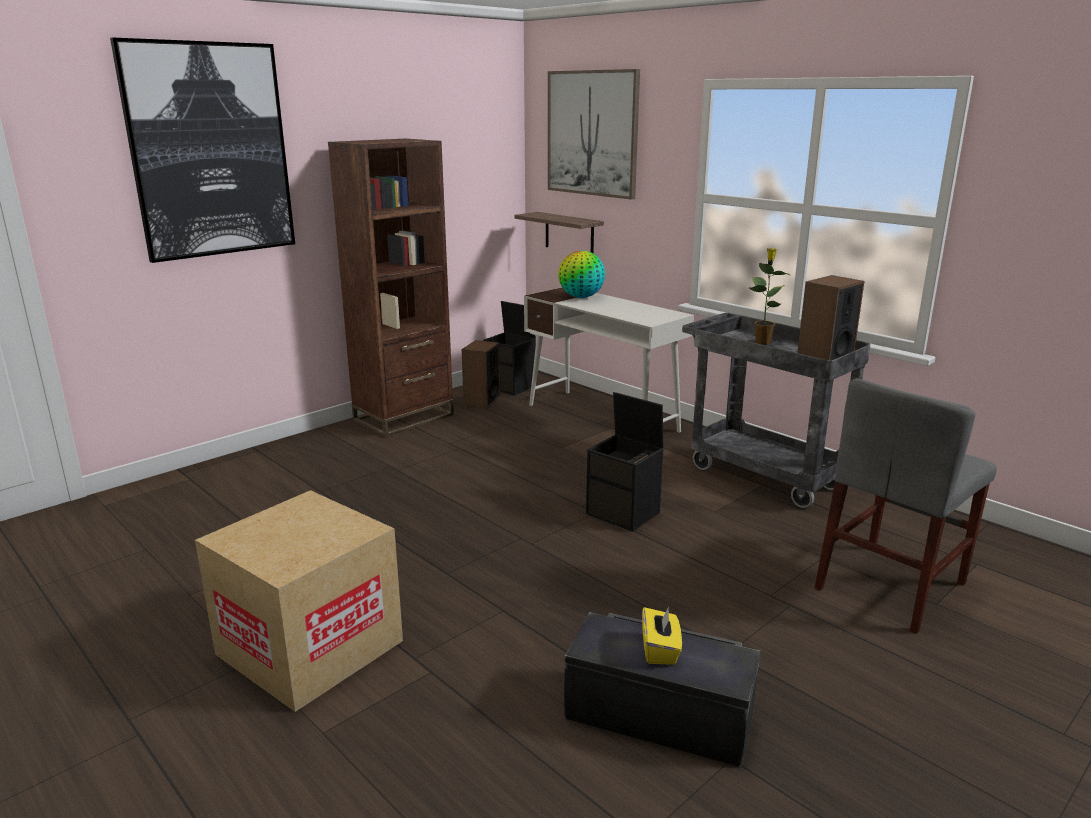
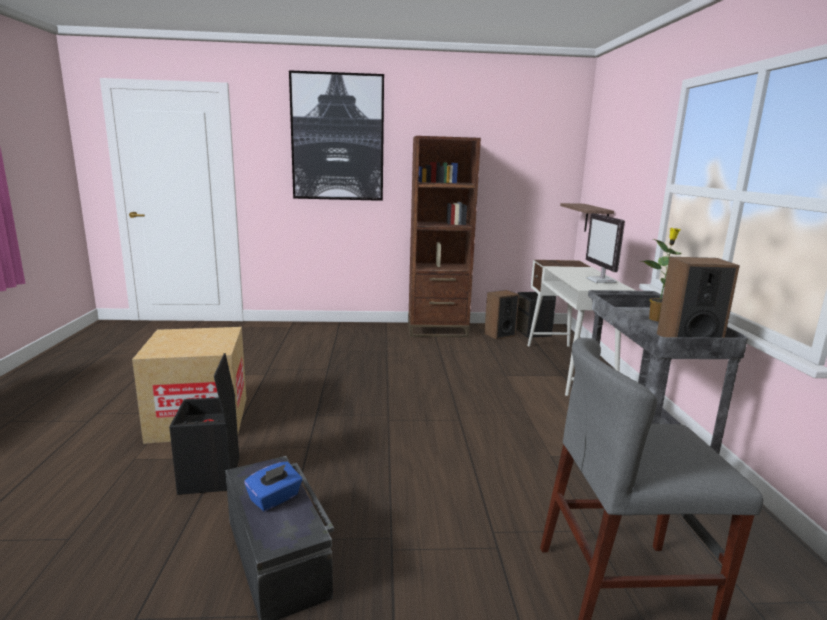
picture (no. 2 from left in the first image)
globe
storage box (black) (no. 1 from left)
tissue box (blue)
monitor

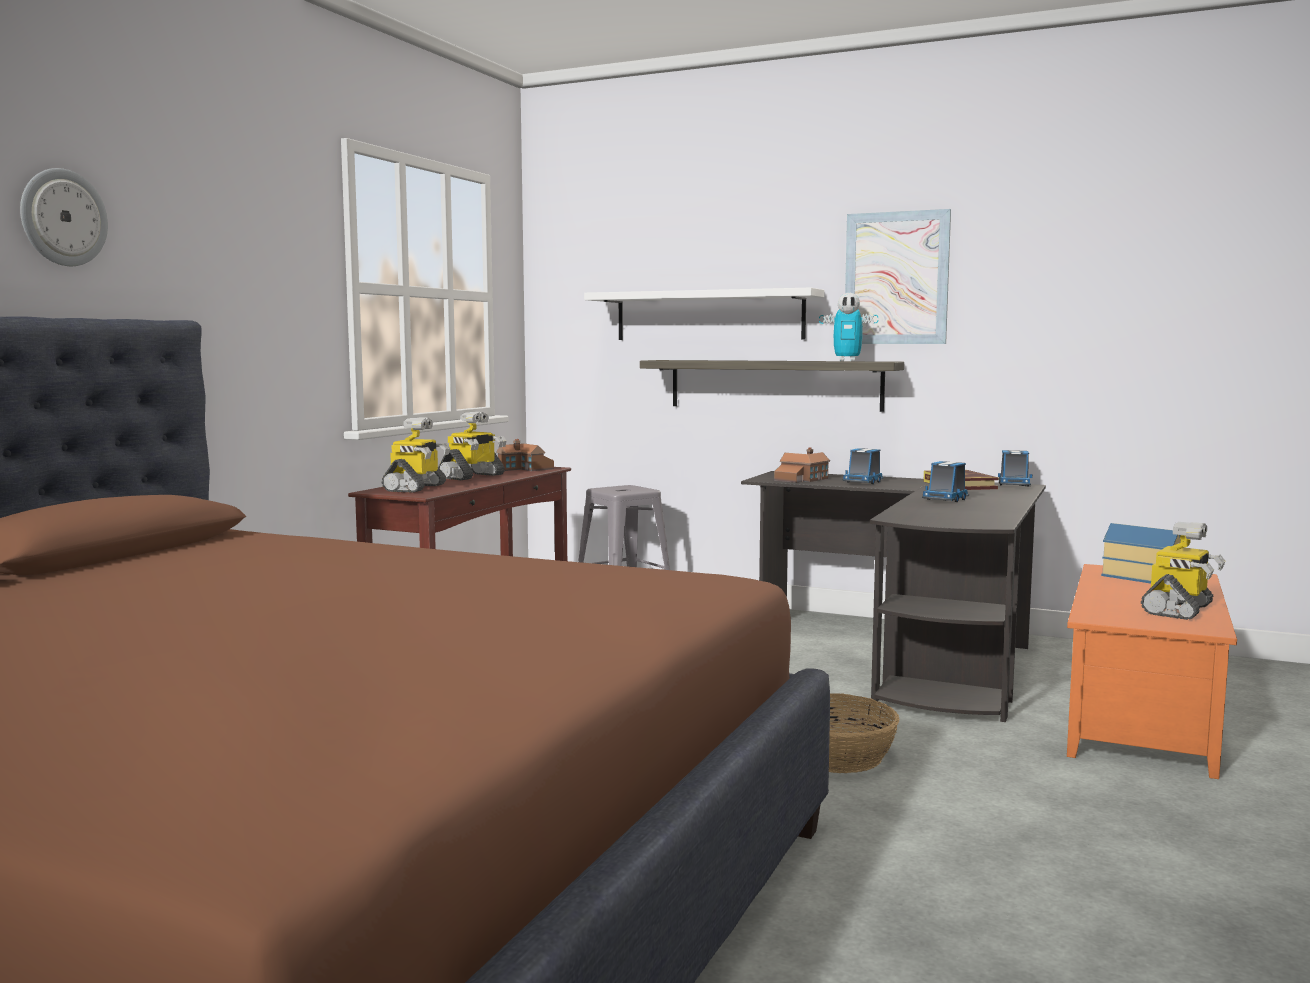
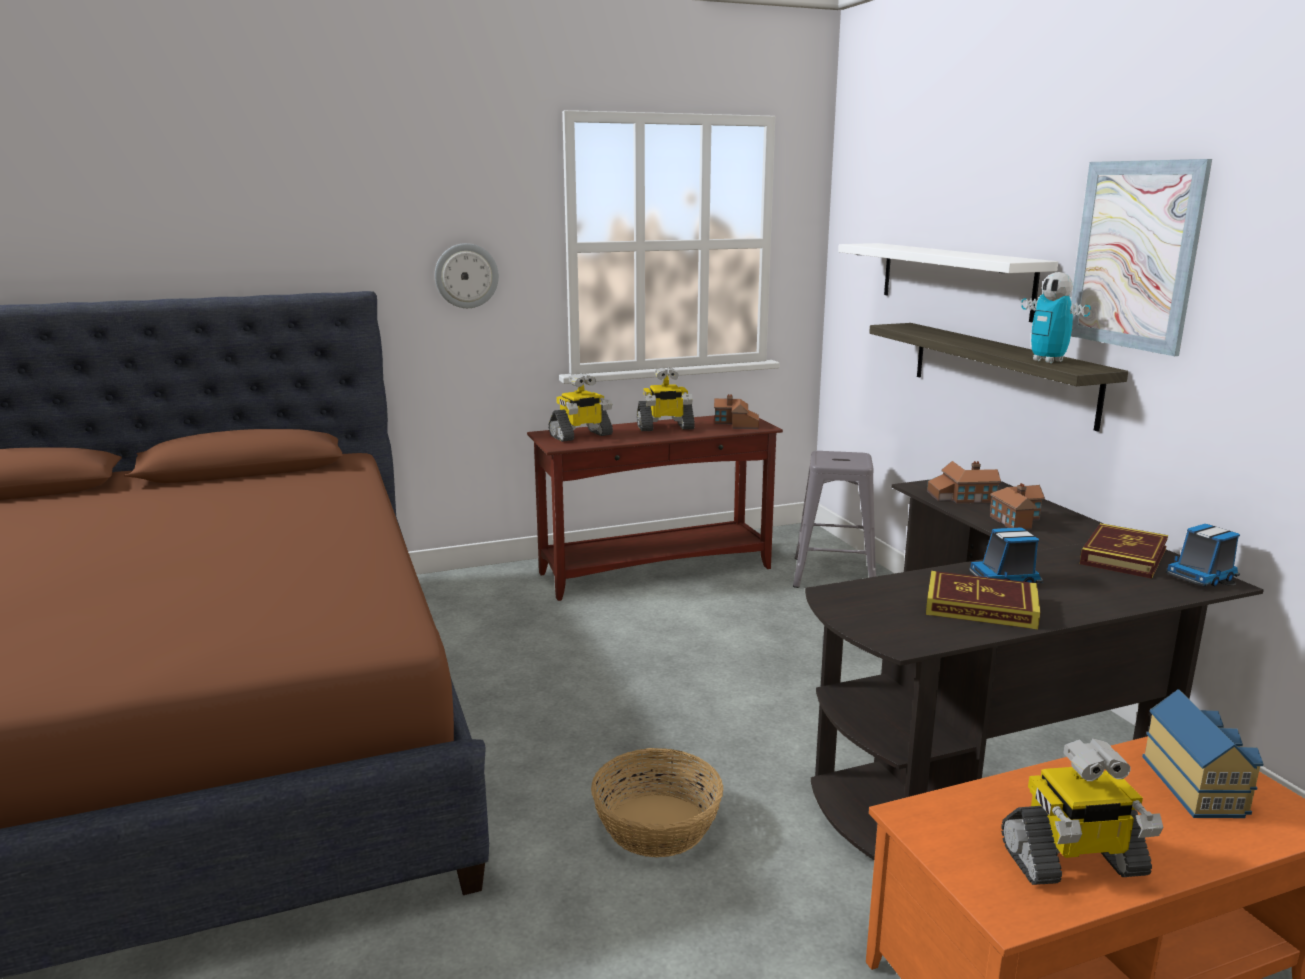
wall clock
toy house (no. 3 from left)
book (no. 1 from left)

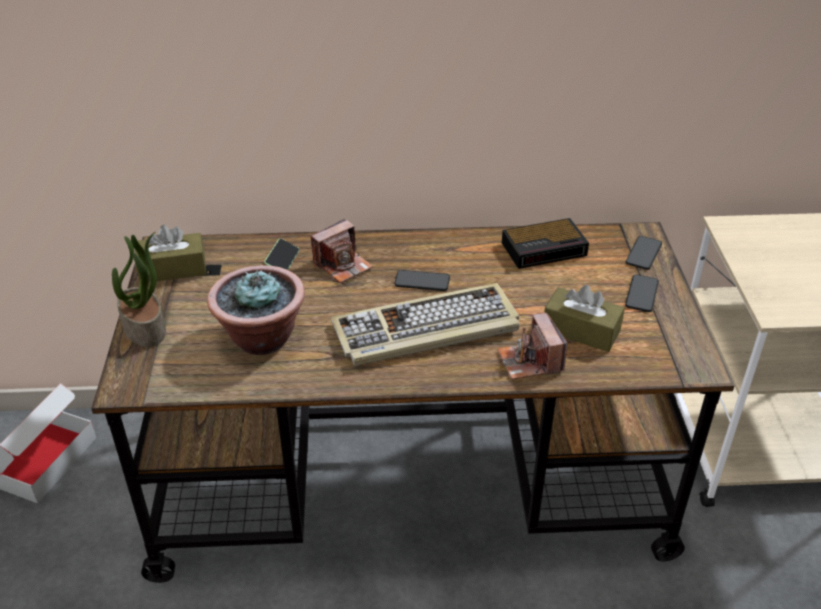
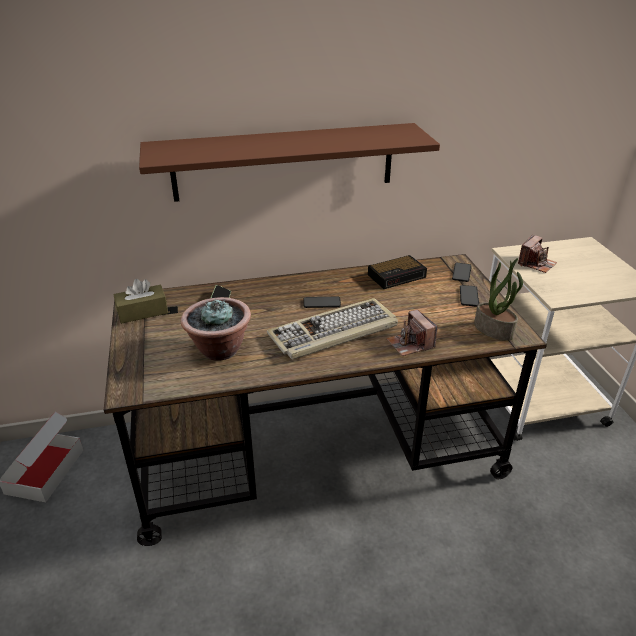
potted plant (no. 2 from left)
photo camera (no. 2 from left)
tissue box (brown) (no. 2 from left in the first image)
shelf (brown)

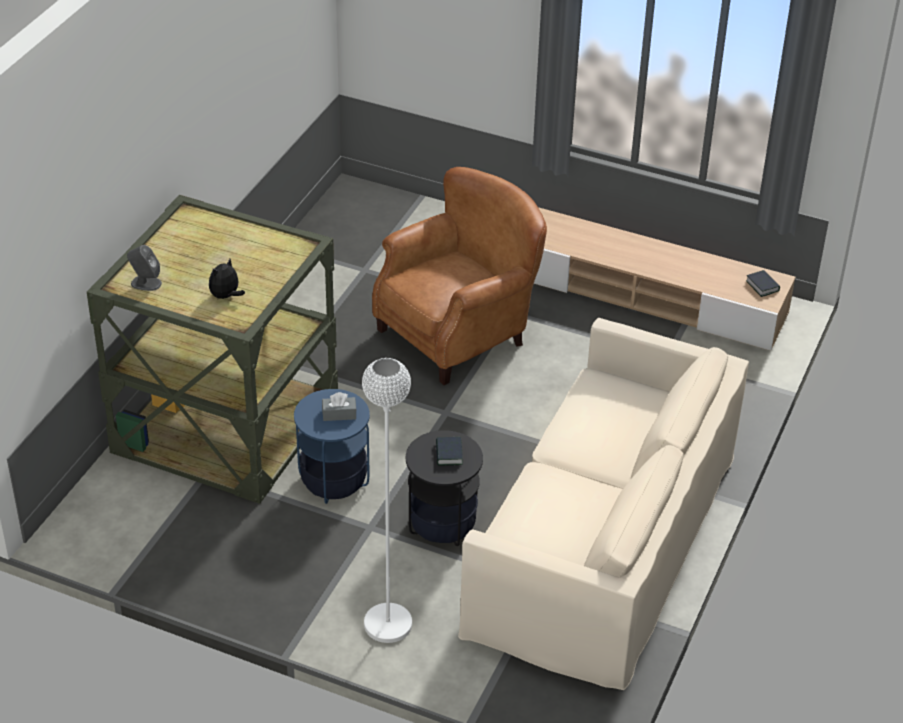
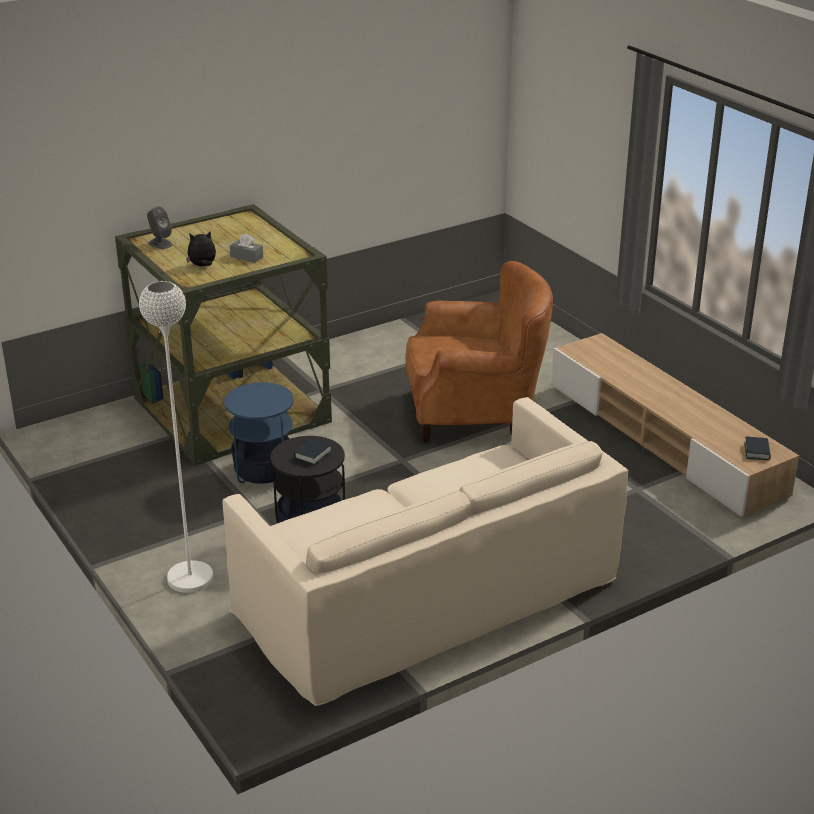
tissue box (grey)

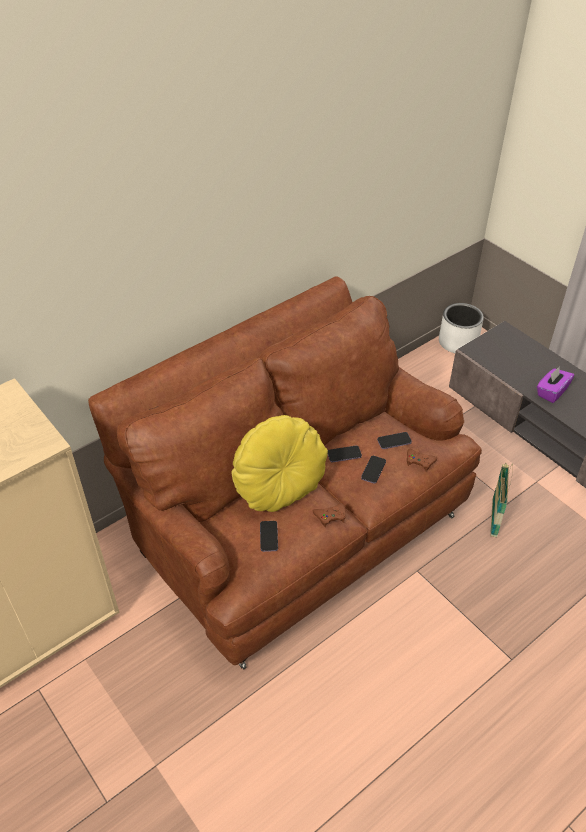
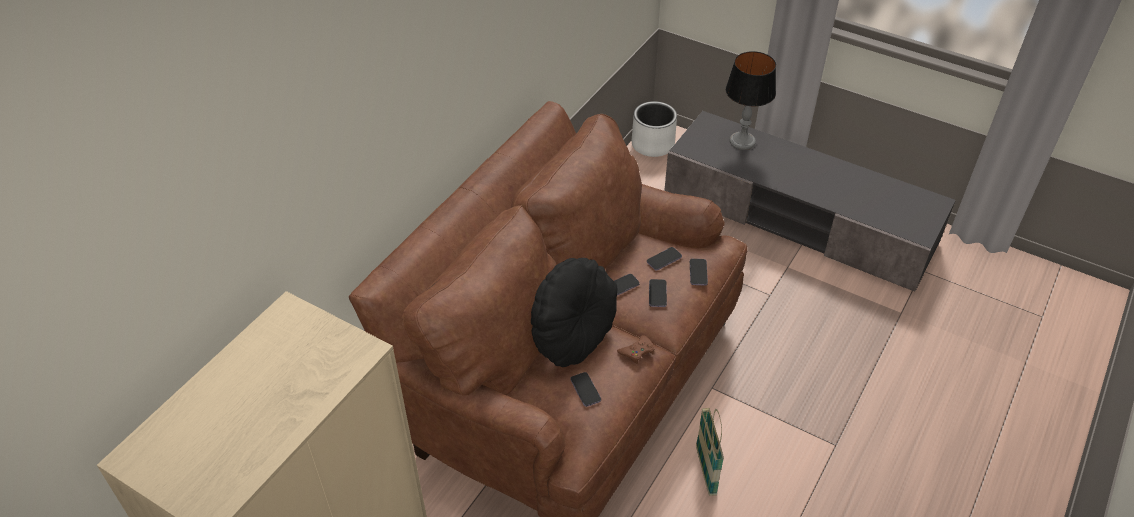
pillow (black)
phone (no. 5 from left)
basket
tissue box (purple)
table lamp

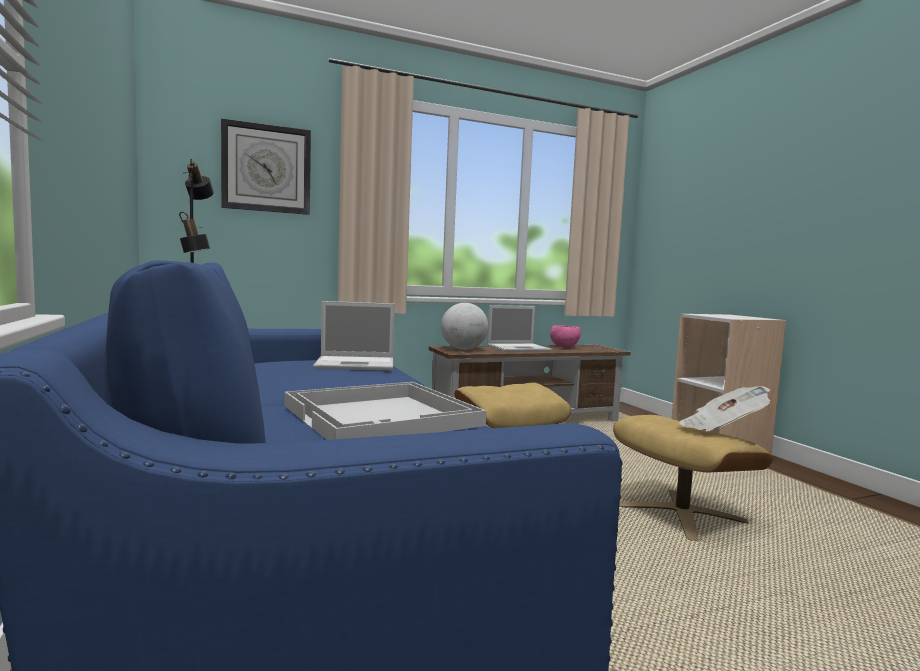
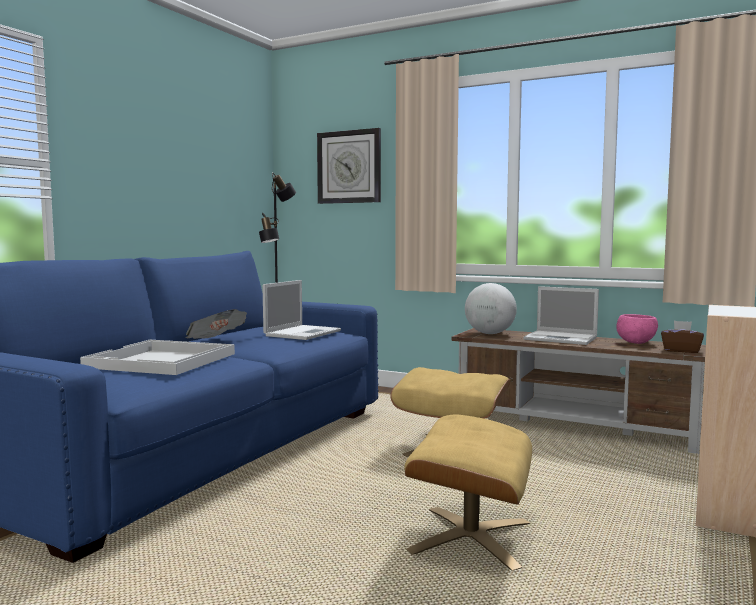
laptop (no. 1 from left)
newspaper
tissue box (brown)

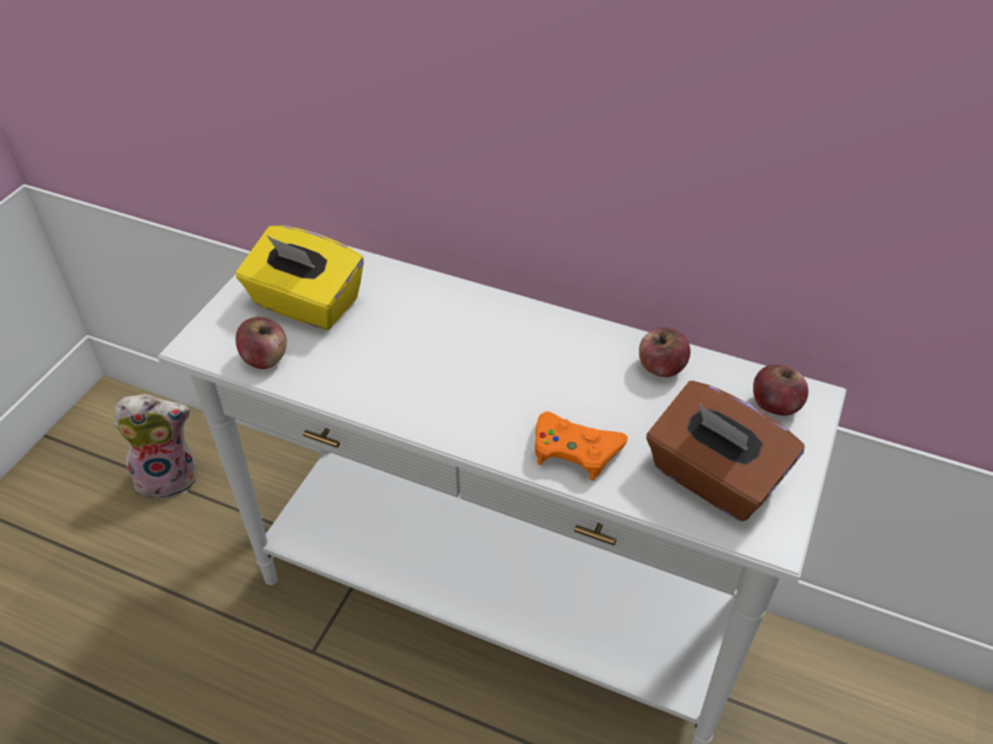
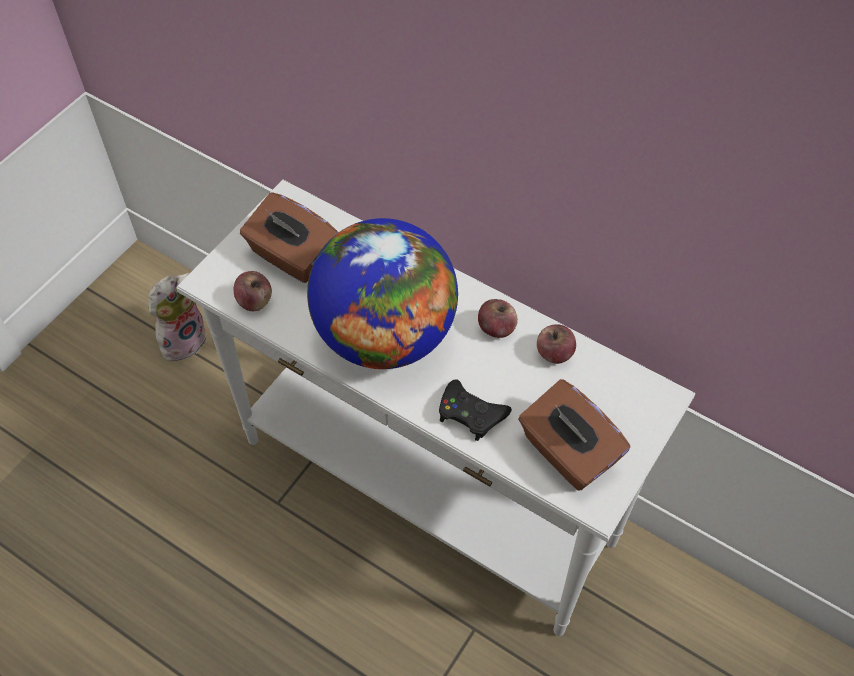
plush toy
tissue box (brown) (no. 1 from left)
game controller (black)
apple (no. 2 from left)
globe

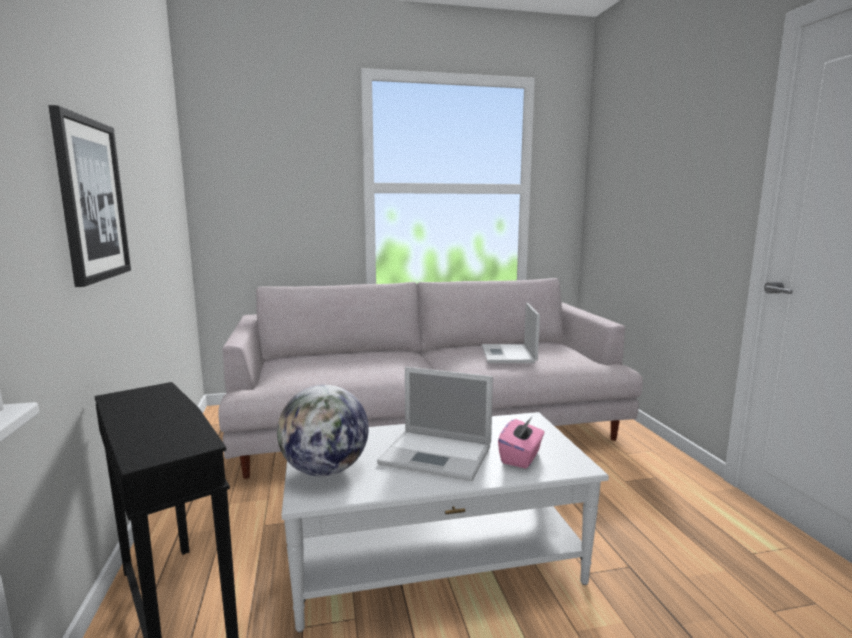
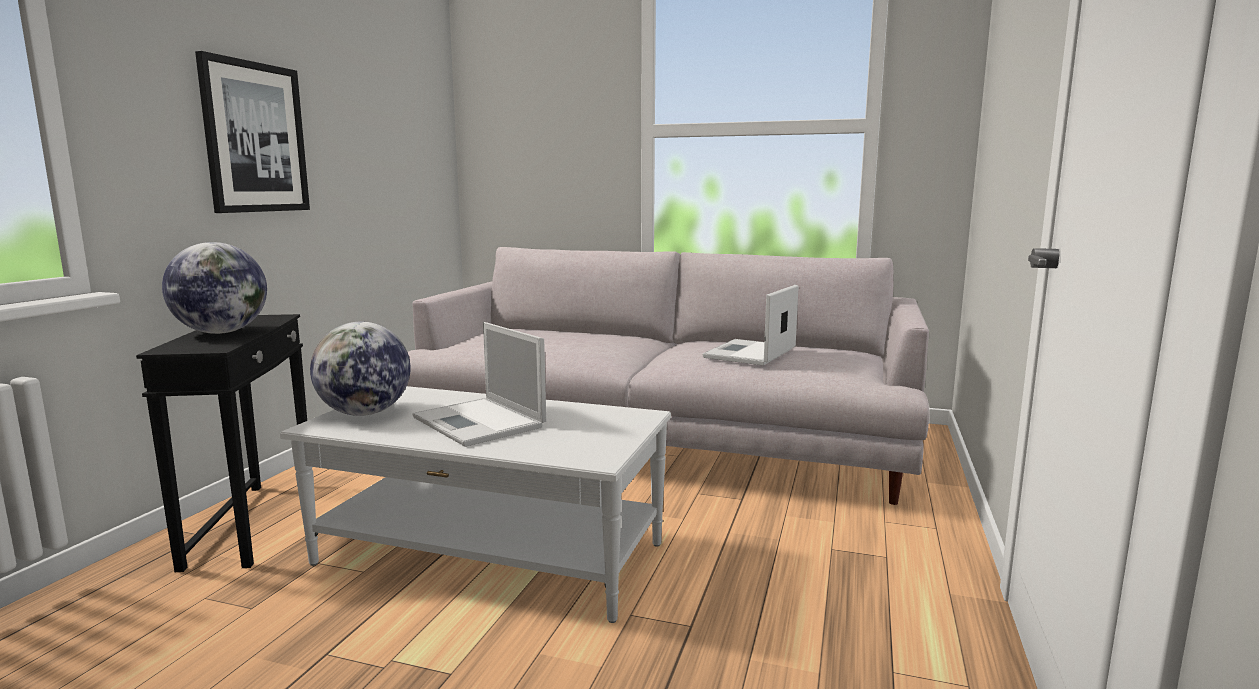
tissue box (pink)
globe (no. 1 from left)

